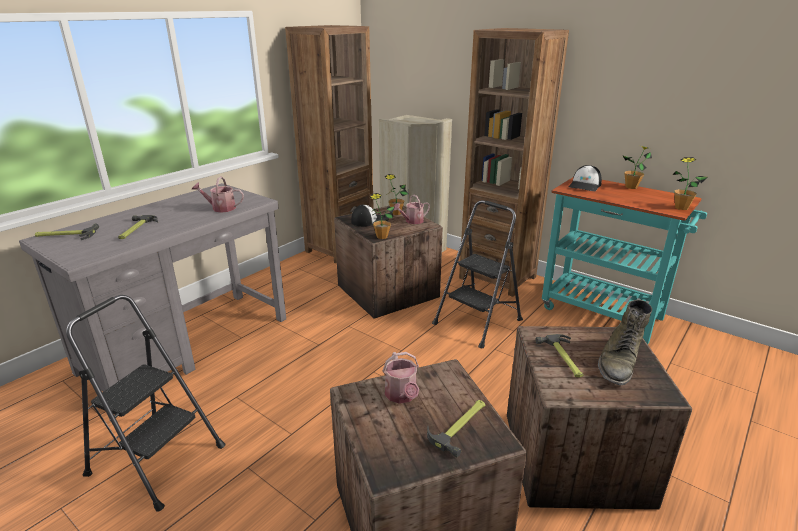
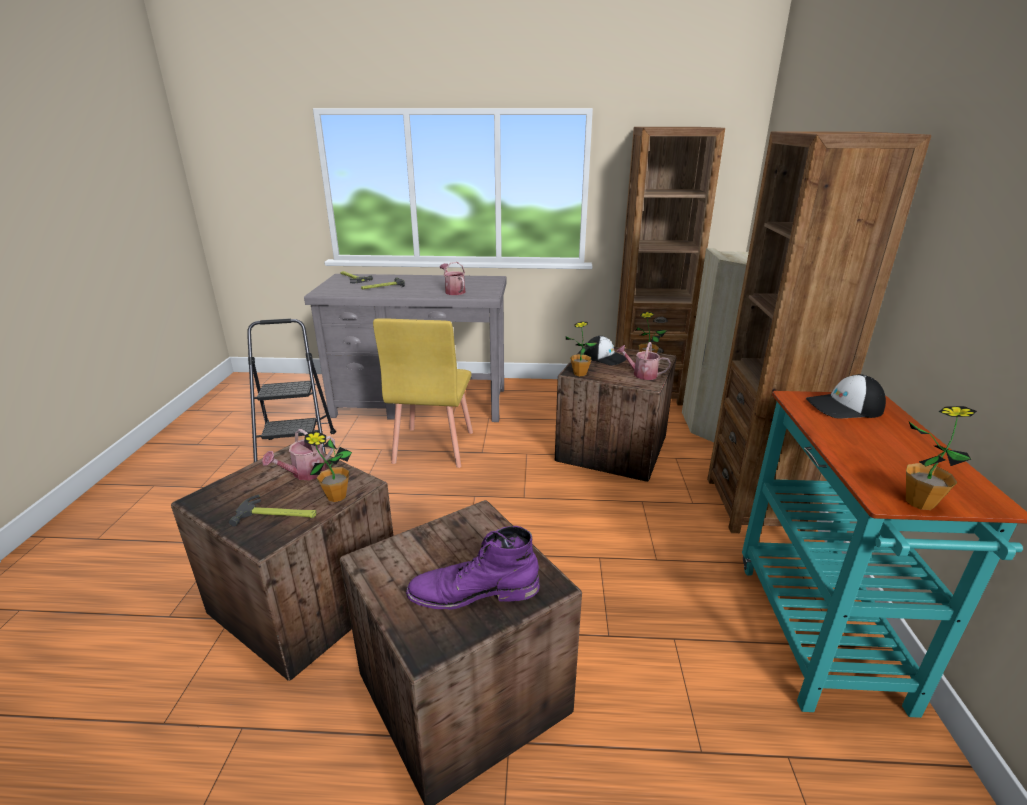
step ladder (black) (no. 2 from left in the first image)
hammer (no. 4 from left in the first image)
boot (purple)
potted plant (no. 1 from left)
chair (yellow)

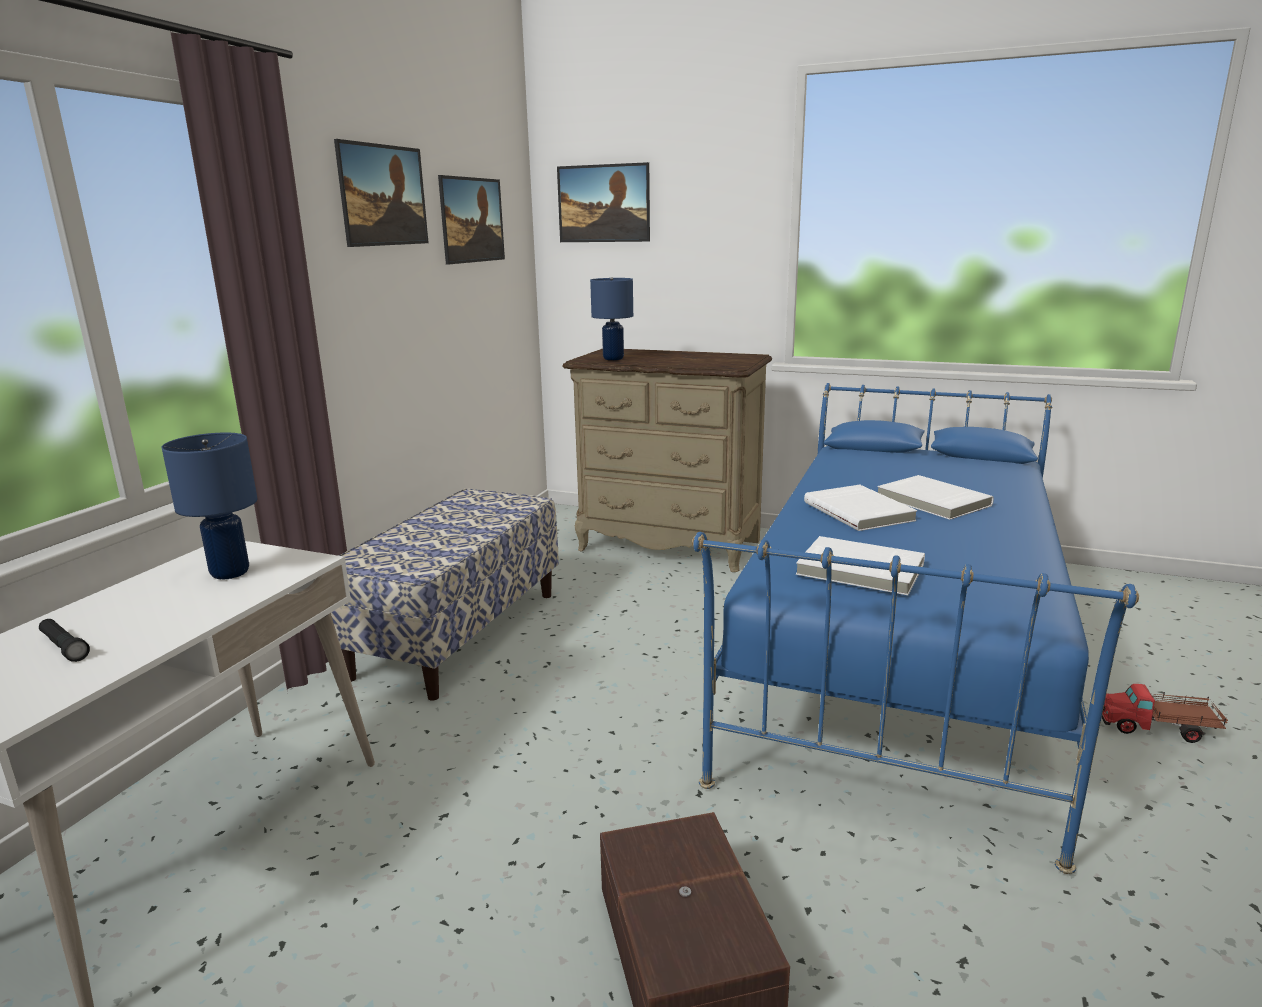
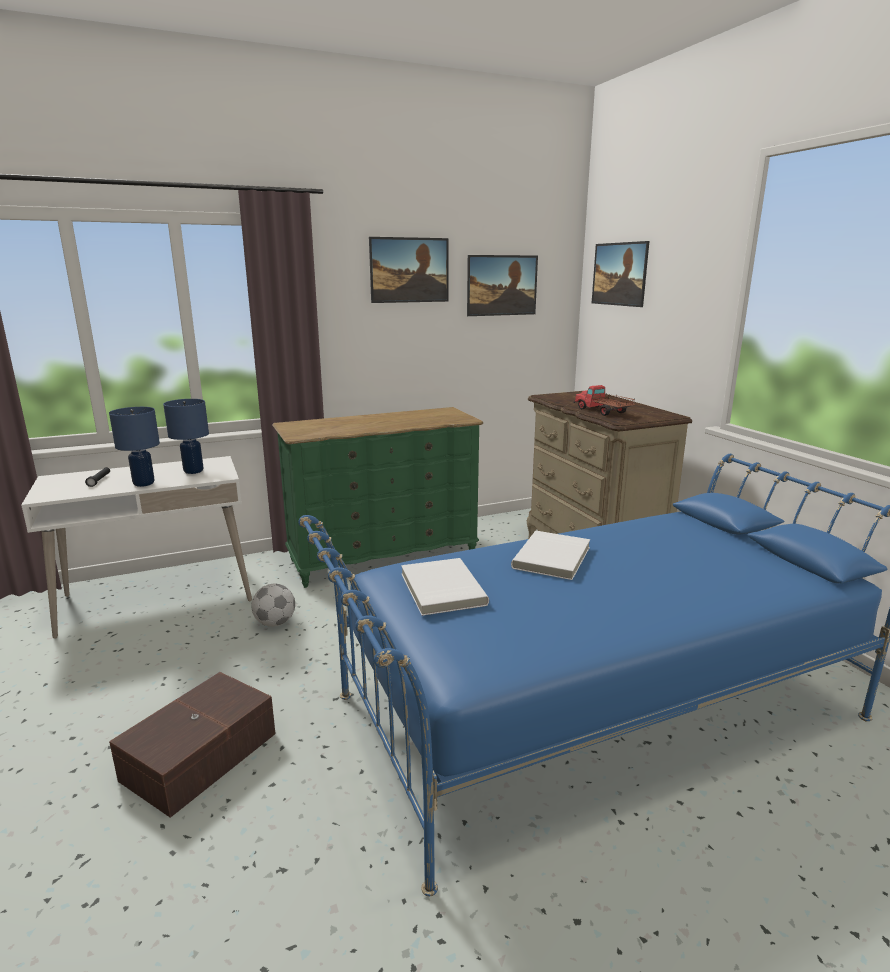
dresser (green)
table lamp (blue) (no. 1 from left)
book (white) (no. 3 from left in the first image)
toy truck
football

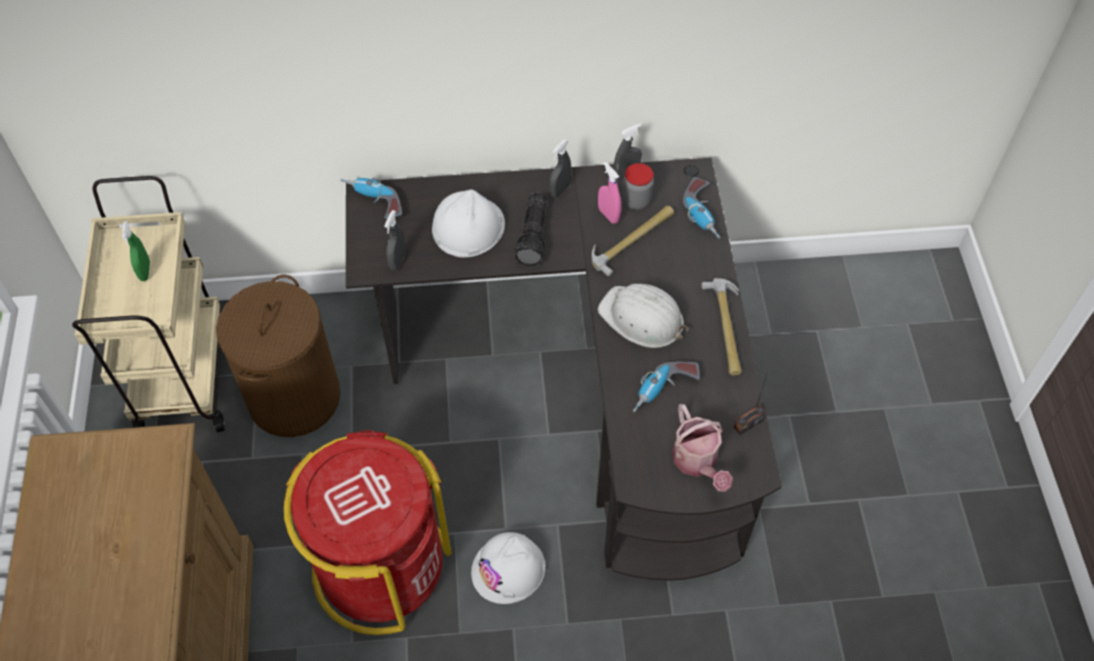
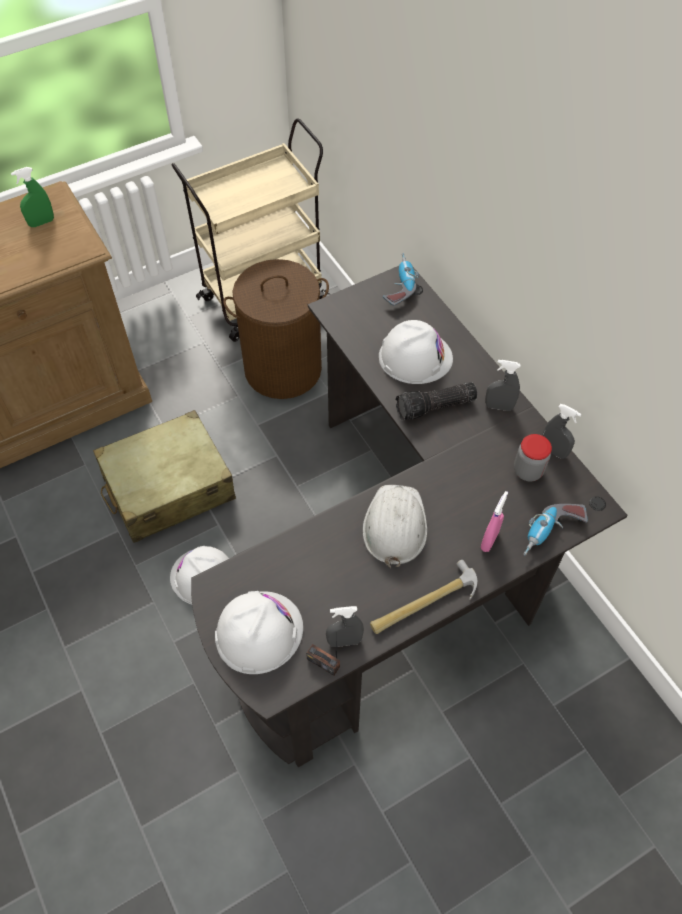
spray bottle (green)
suitcase (beige)
spray bottle (grey) (no. 1 from left)
hammer (no. 1 from left in the first image)
spray bottle (pink)
power drill (no. 2 from left in the first image)
hard hat (white) (no. 2 from left)

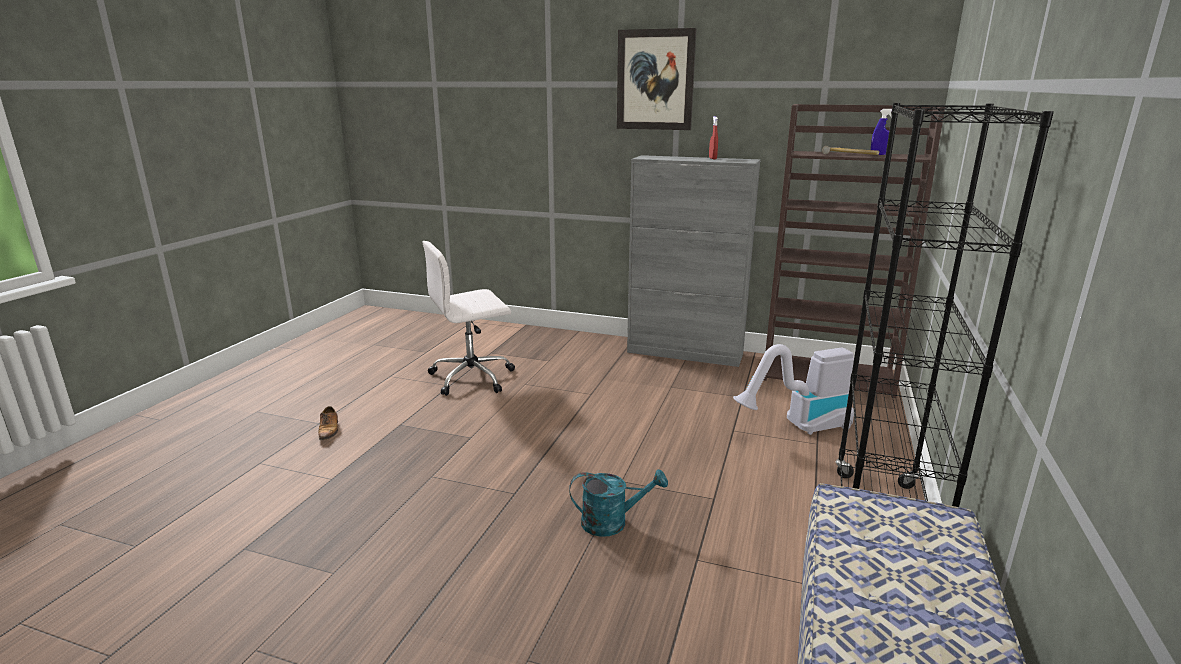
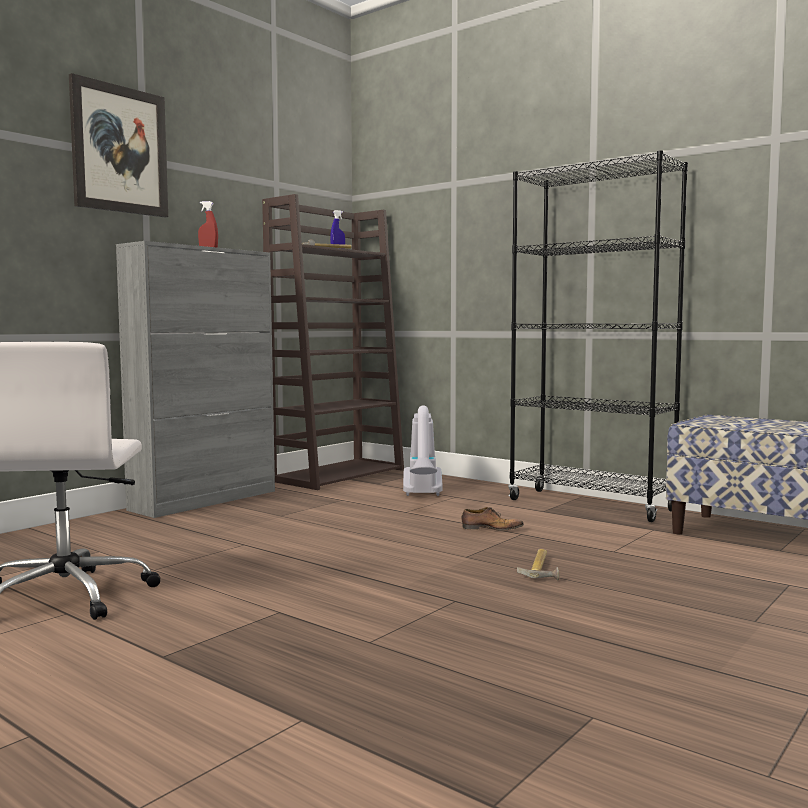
shoe
hammer (no. 2 from left)

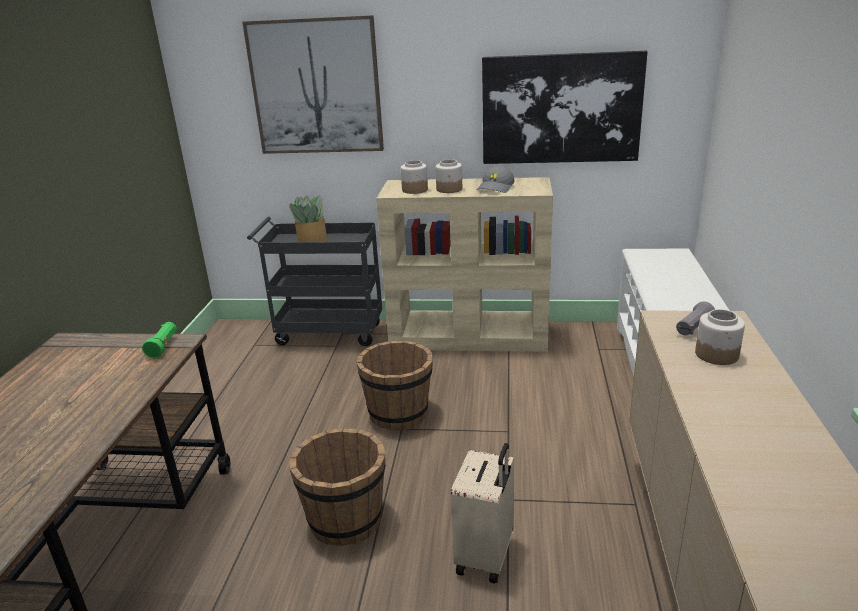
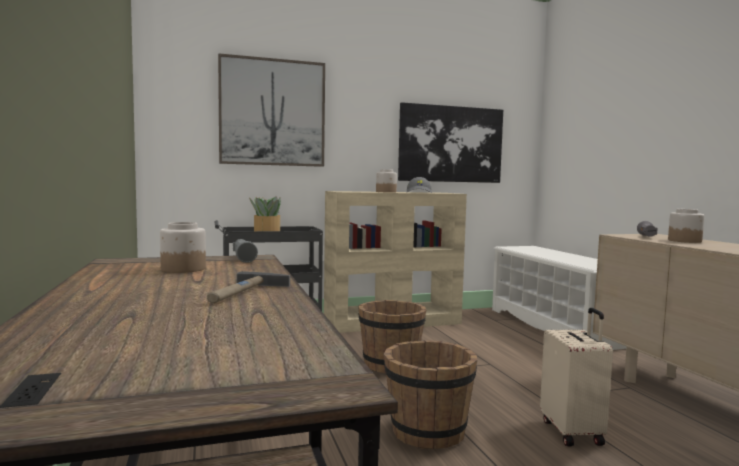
flashlight (grey) (no. 1 from left)
jar (no. 1 from left)
hammer

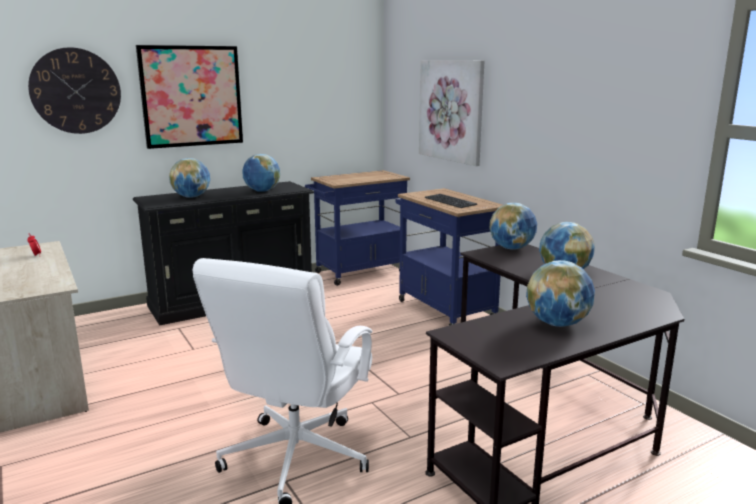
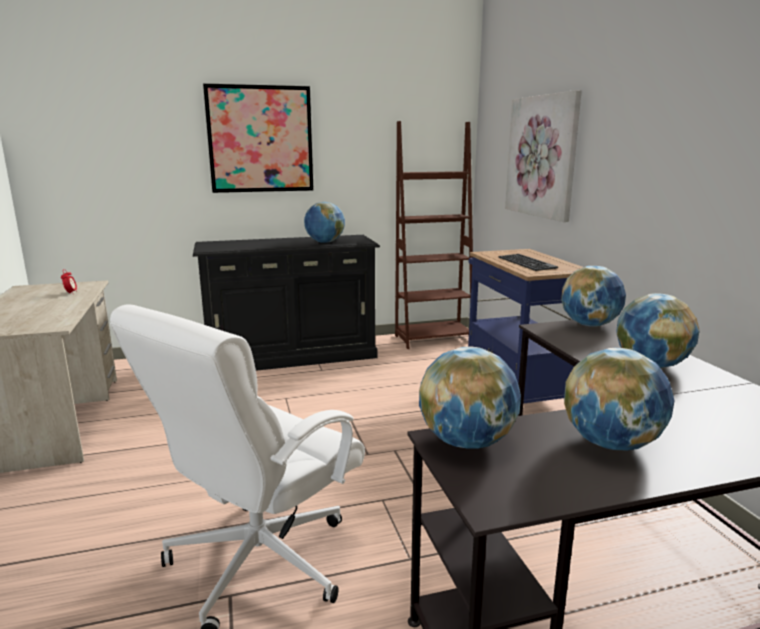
wall clock
globe (no. 2 from left)
bookcase (brown)

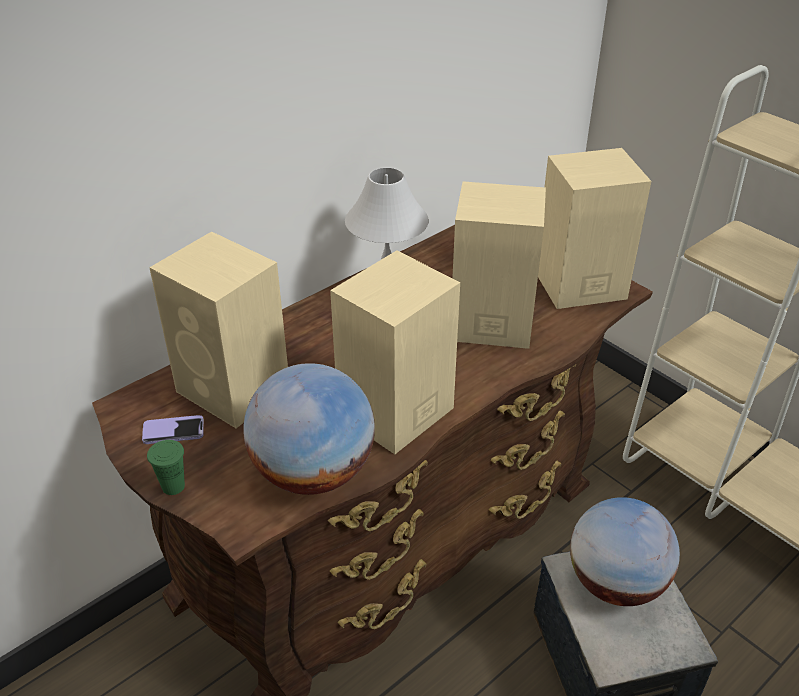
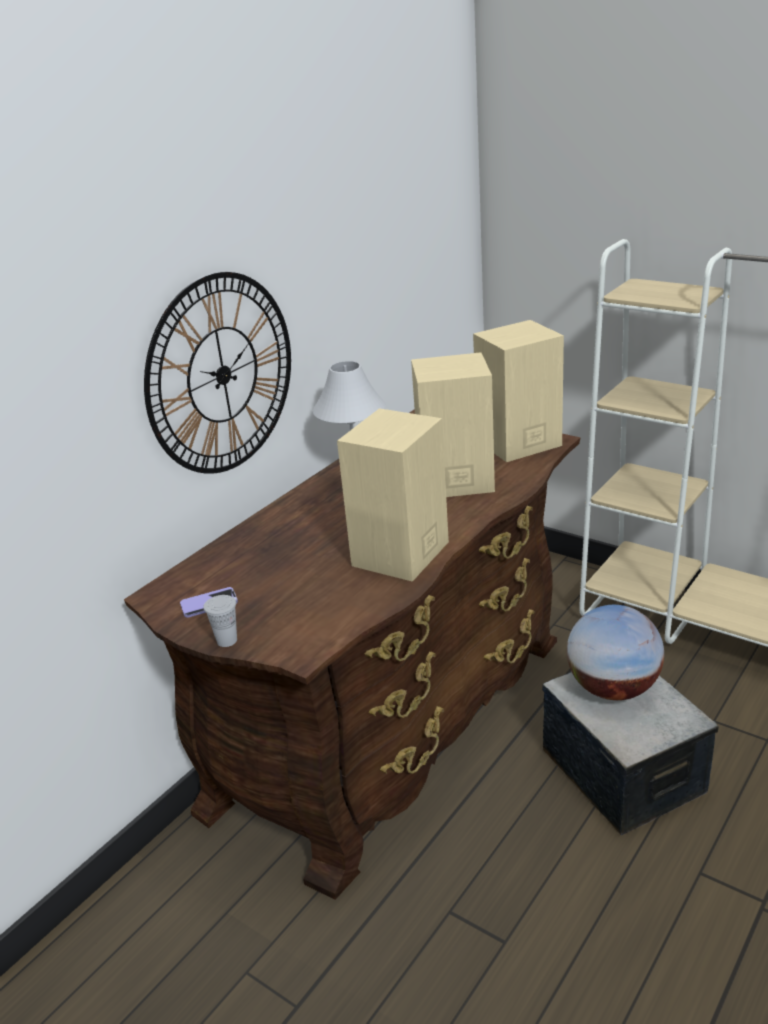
cup (white)
speaker (beige) (no. 1 from left in the first image)
globe (no. 1 from left in the first image)
wall clock

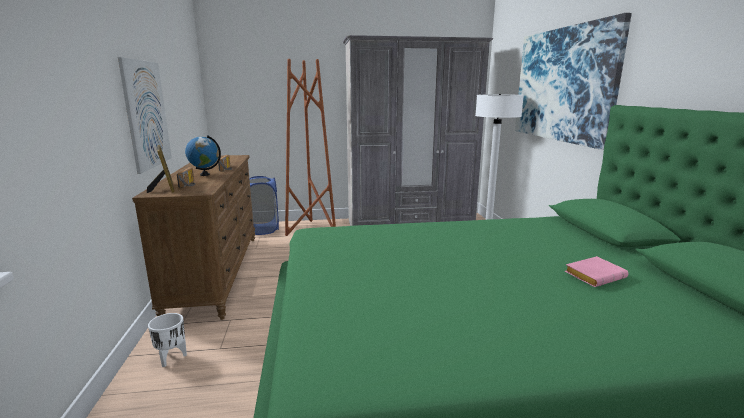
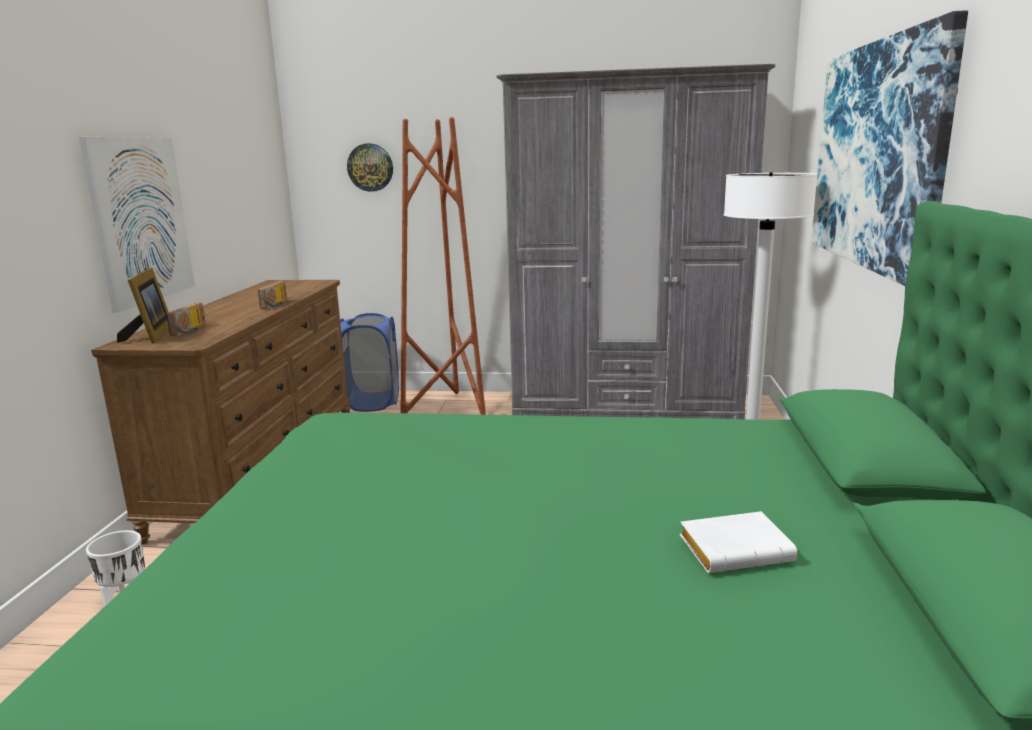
globe
book (white)
wall clock

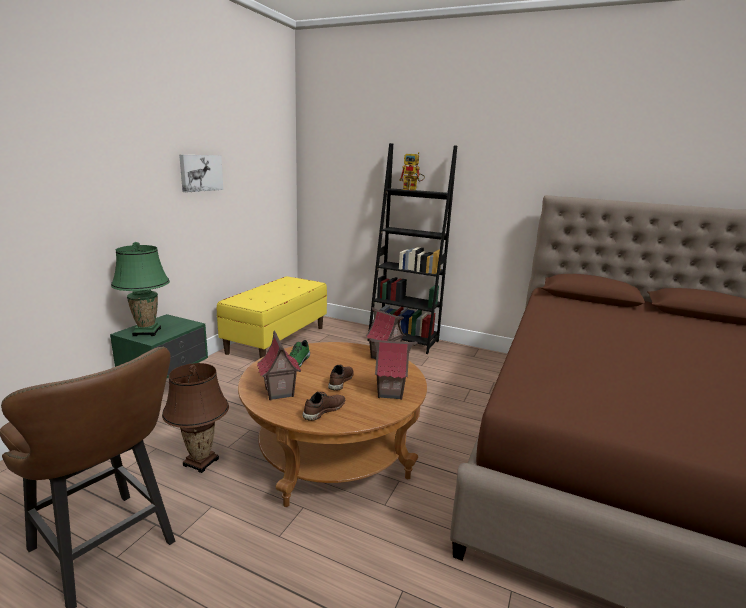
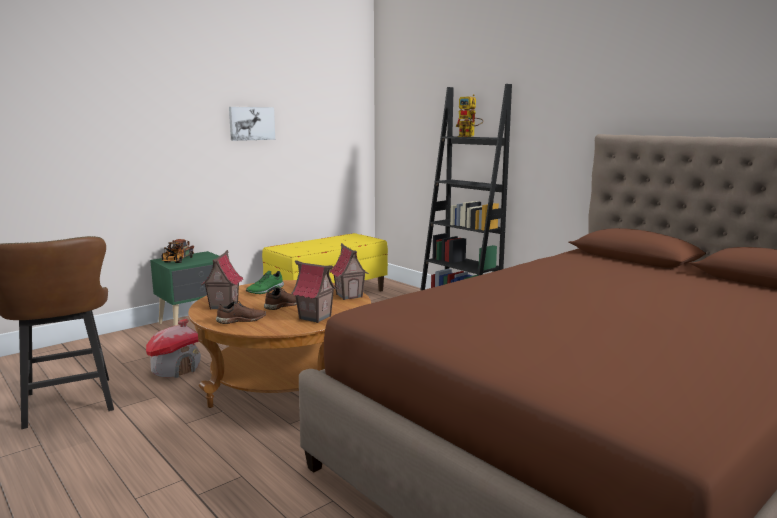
toy truck
toy house (no. 1 from left)

